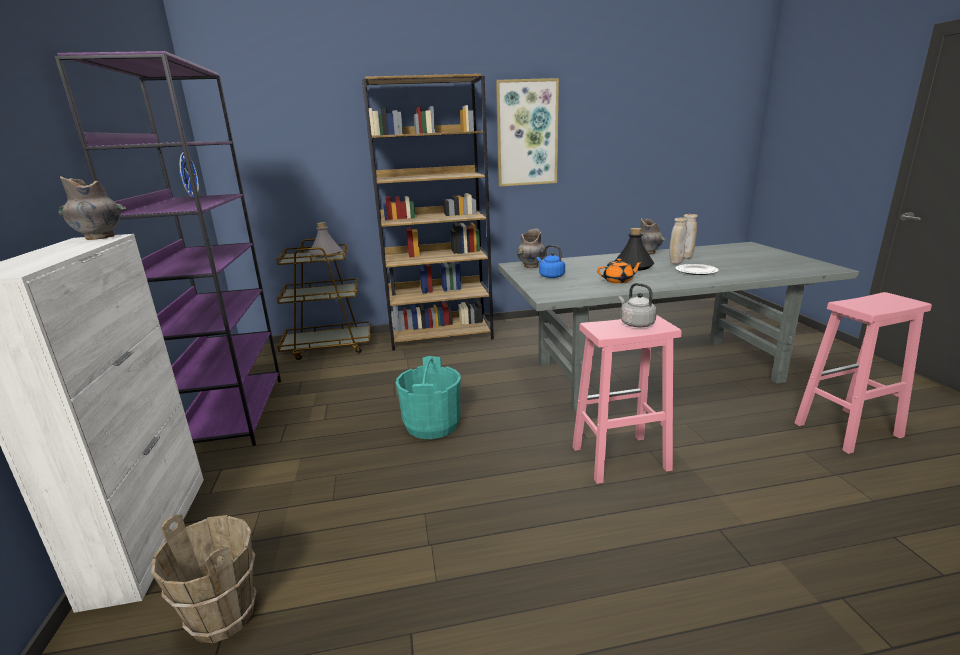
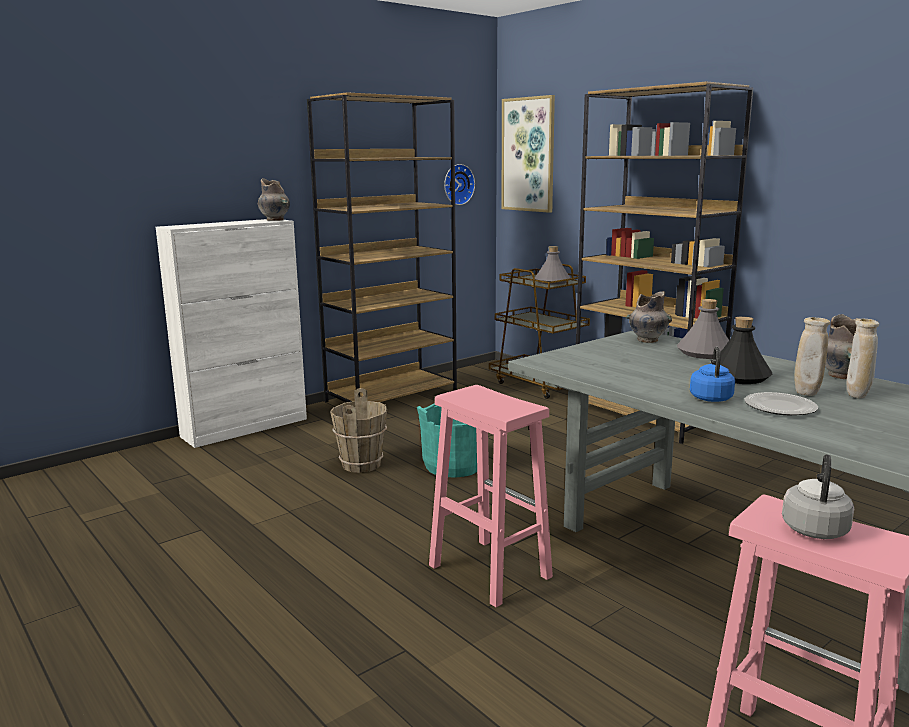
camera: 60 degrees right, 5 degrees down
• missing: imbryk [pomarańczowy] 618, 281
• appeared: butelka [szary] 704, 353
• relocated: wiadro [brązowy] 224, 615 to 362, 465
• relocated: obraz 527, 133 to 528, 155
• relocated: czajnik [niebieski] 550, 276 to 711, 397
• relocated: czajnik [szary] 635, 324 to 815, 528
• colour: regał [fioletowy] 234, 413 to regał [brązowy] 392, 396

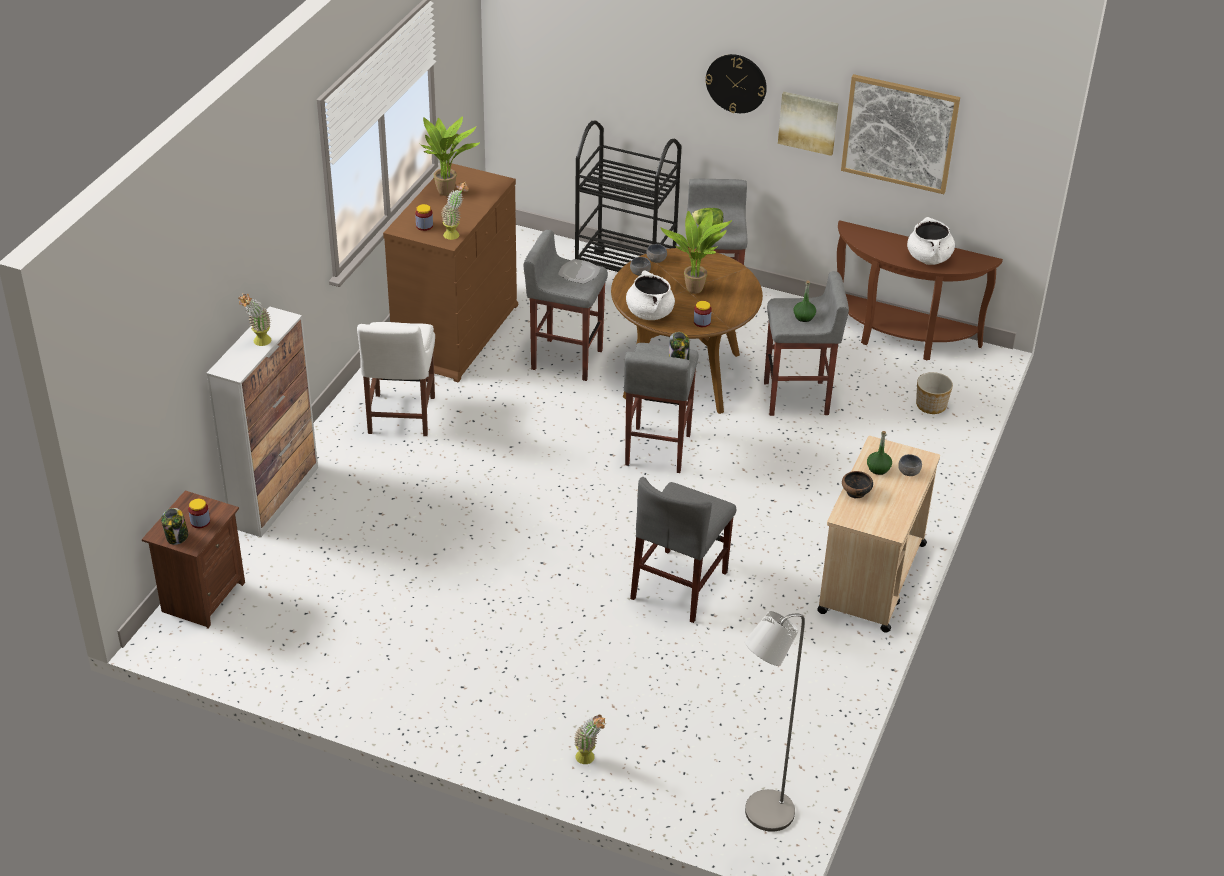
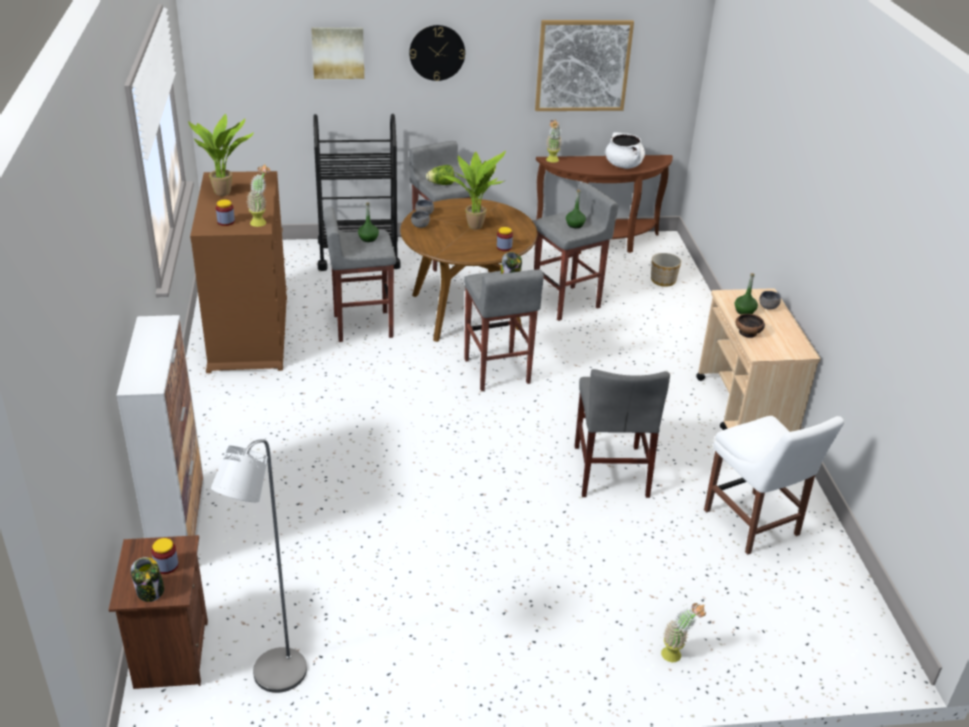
camera: 30 degrees left, 5 degrees down
• missing: garnek [biały] 649, 313
• relocated: roślina doniczkowa 259, 343 to 552, 161
• relocated: krzesło [biały] 400, 417 to 754, 525
• relocated: lampa stojąca [szary] 761, 816 to 274, 679
• relocated: obraz 808, 122 to 338, 52
• exchanged: talerz 579, 273 to butelka [zielony] 368, 238

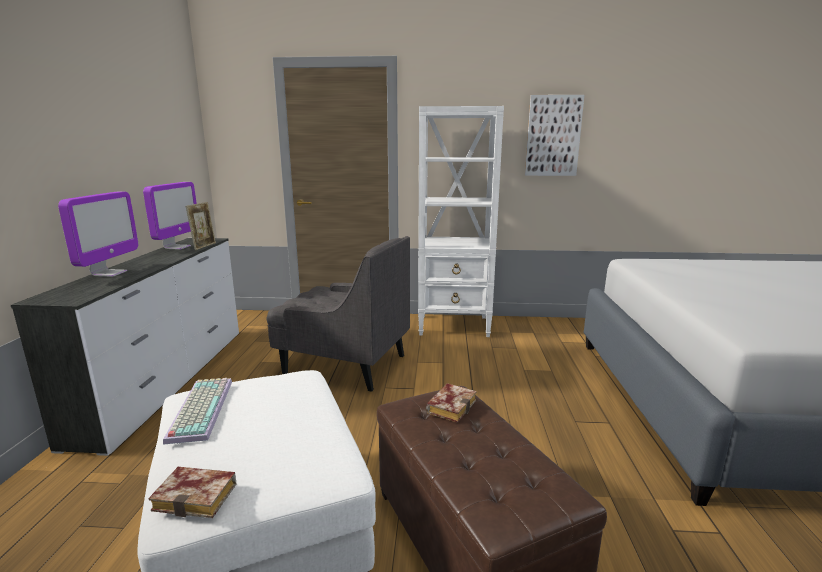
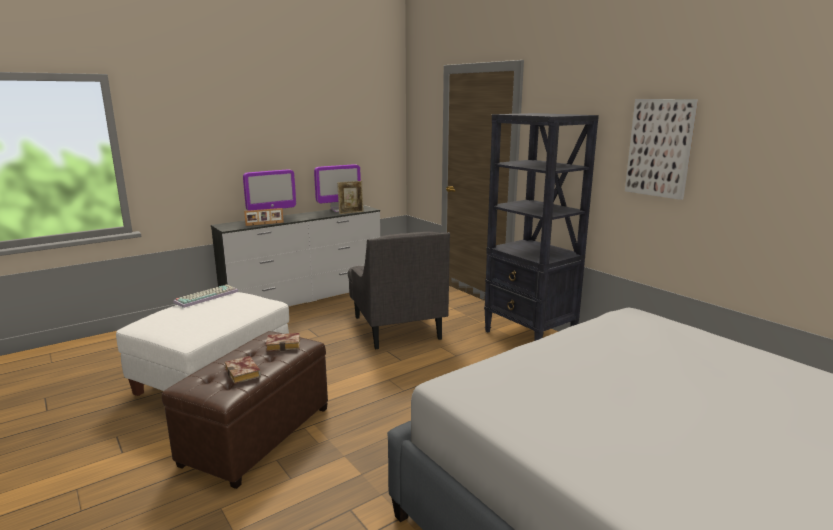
camera: 50 degrees right, 0 degrees up
• appeared: ramka na zdjęcie 264, 224
• relocated: książka 199, 496 to 244, 374
• colour: regał [biały] 454, 326 to regał [czarny] 529, 337

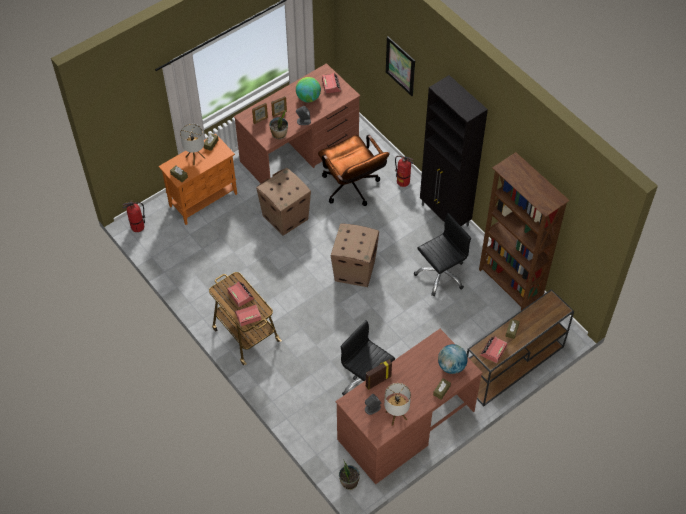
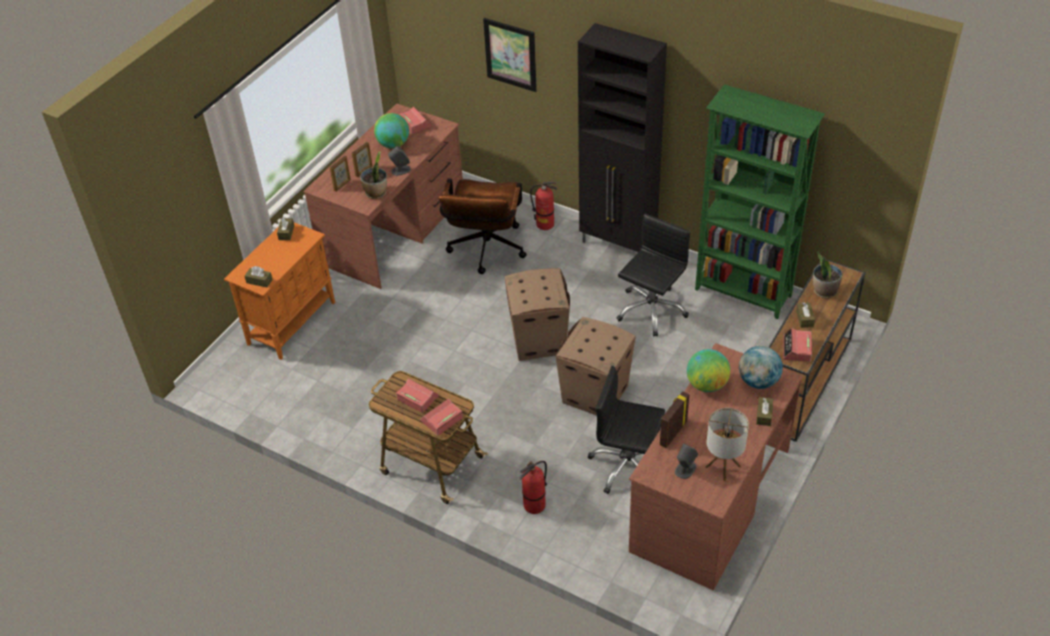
camera: 20 degrees left, 10 degrees down
• missing: lampa stołowa 195, 157
• appeared: globus 707, 384
• relocated: gaśnica 137, 227 to 534, 505
• relocated: karton 285, 218 to 594, 395
• relocated: roślina doniczkowa 349, 482 to 824, 291
• colour: regał [brązowy] 510, 285 to regał [zielony] 743, 293
• spun: krzesło biurowe [brązowy] 352, 189 = 486, 252 60 degrees clockwise

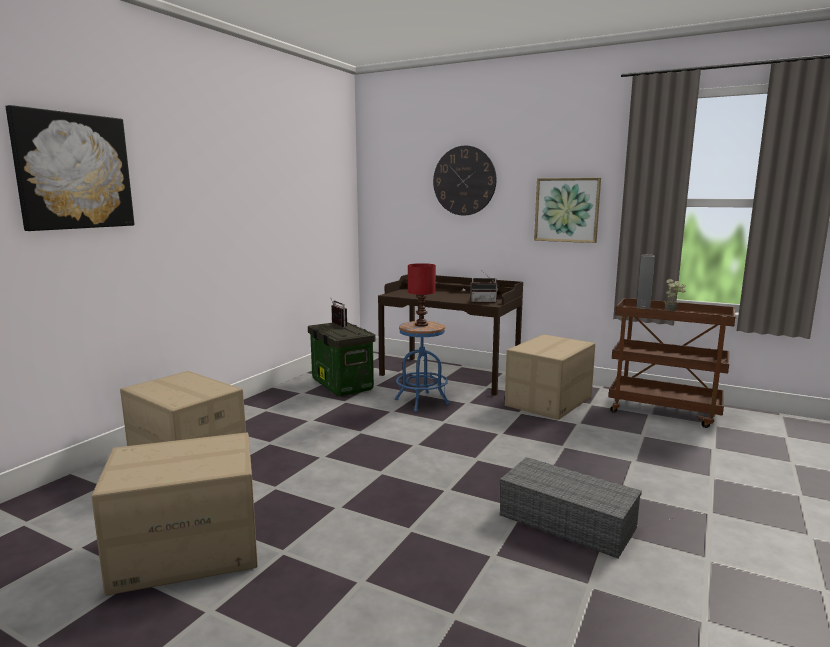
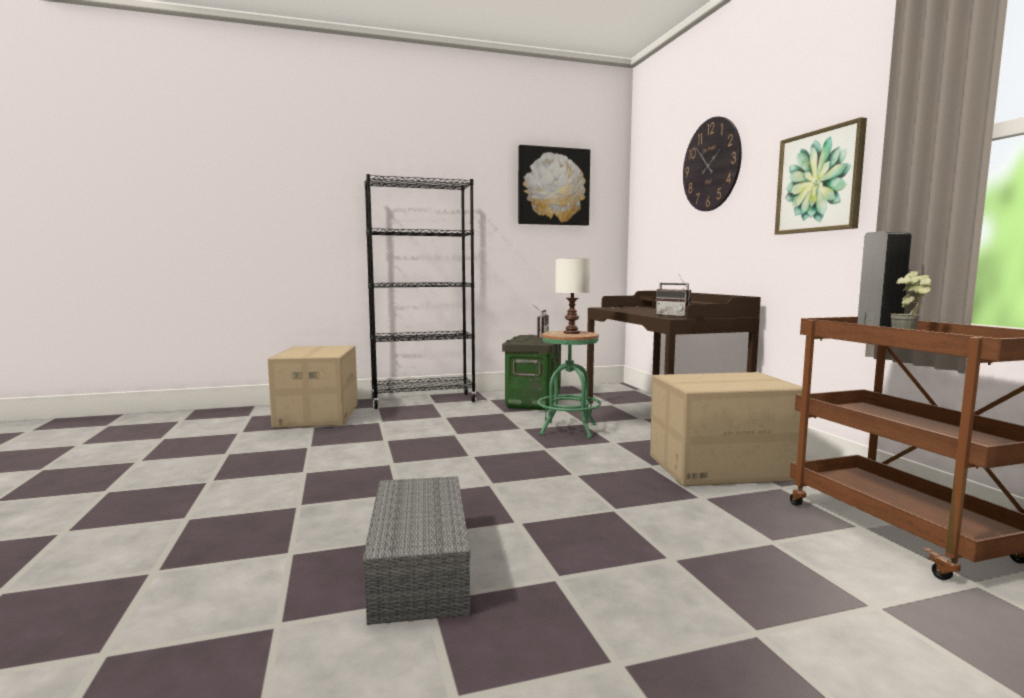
camera: 45 degrees right, 5 degrees down
• missing: karton 188, 550
• appeared: regał [czarny] 423, 401
• relocated: obraz 74, 171 to 553, 186
• colour: stołek [niebieski] 421, 402 to stołek [zielony] 568, 429
• colour: lampa stołowa [czerwony] 421, 324 to lampa stołowa [biały] 571, 333

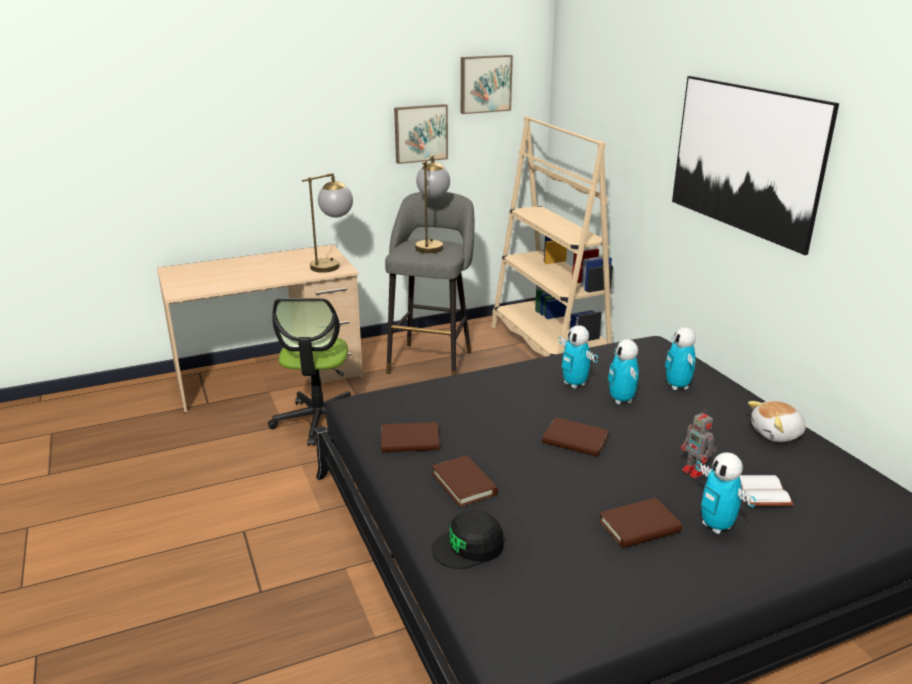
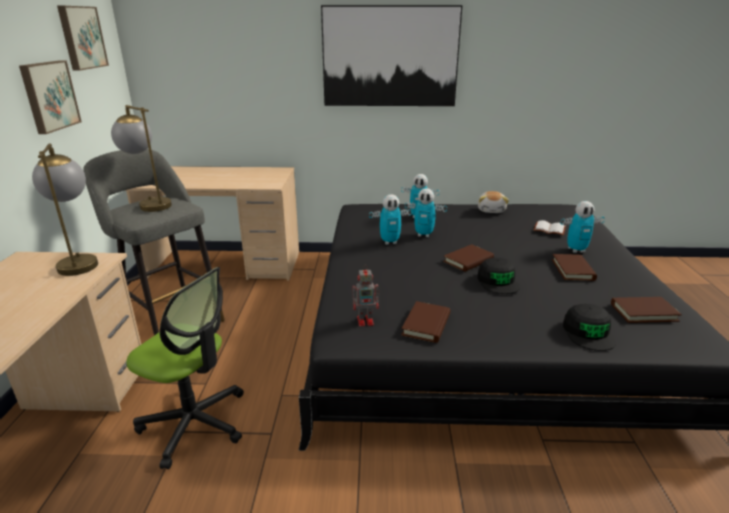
camera: 65 degrees left, 0 degrees up
• appeared: czapka z daszkiem [czarny] 498, 281
• relocated: książka [brązowy] 464, 484 to 643, 312
• relocated: robot zabawkowy 695, 471 to 366, 320
• exchanged: regał [beżowy] 548, 346 to biurko [beżowy] 226, 265

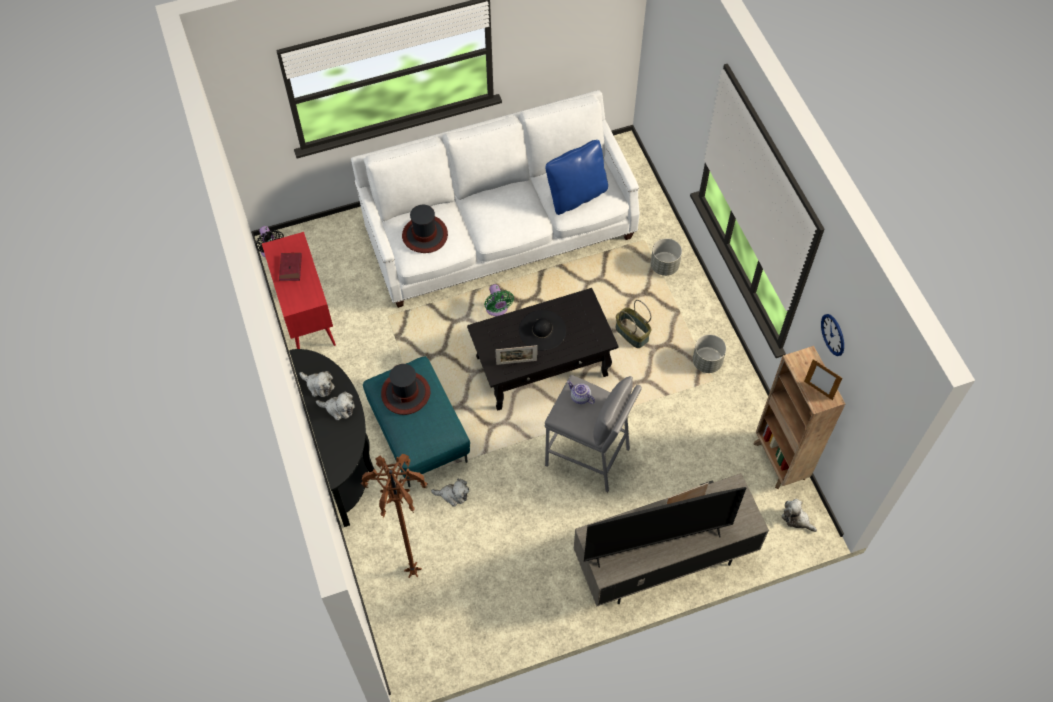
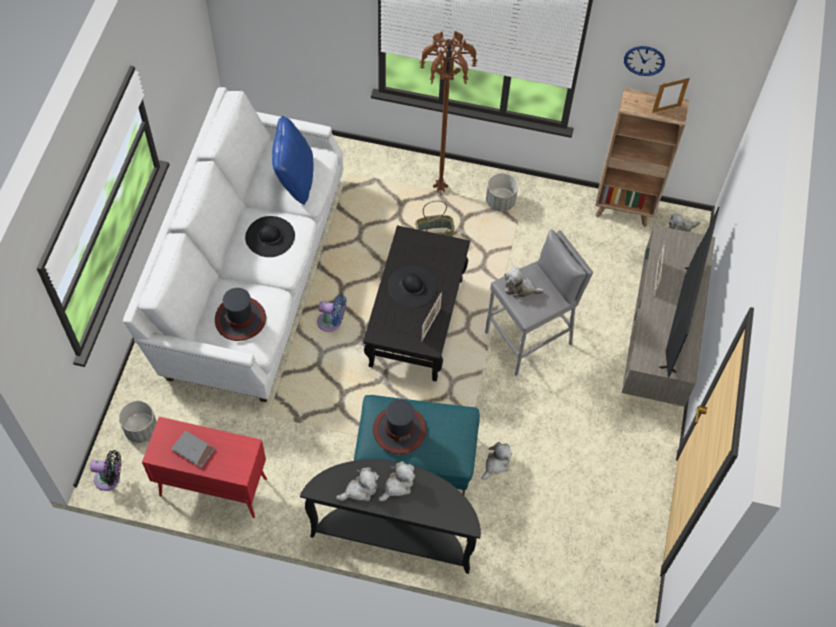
camera: 60 degrees left, 0 degrees up
• appeared: kapelusz [czarny] 270, 236
• relocated: lampa stojąca [brązowy] 414, 570 to 439, 188
• relocated: donica [szary] 664, 265 to 141, 429
• exchanged: imbryk 580, 397 to pluszak 520, 288
• colour: książka [czerwony] 290, 268 to książka [szary] 193, 450
• colour: wentylator [zielony] 497, 309 to wentylator [niebieski] 331, 323

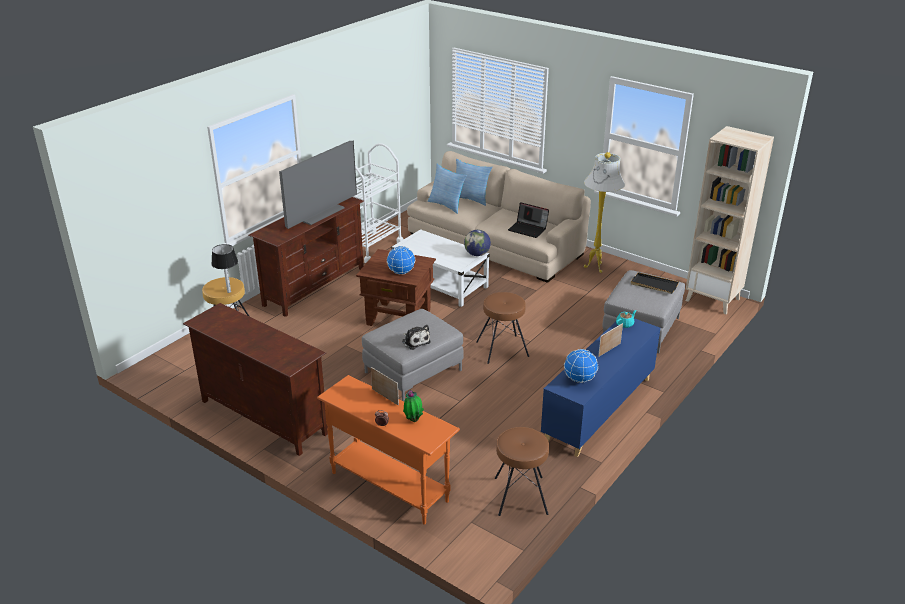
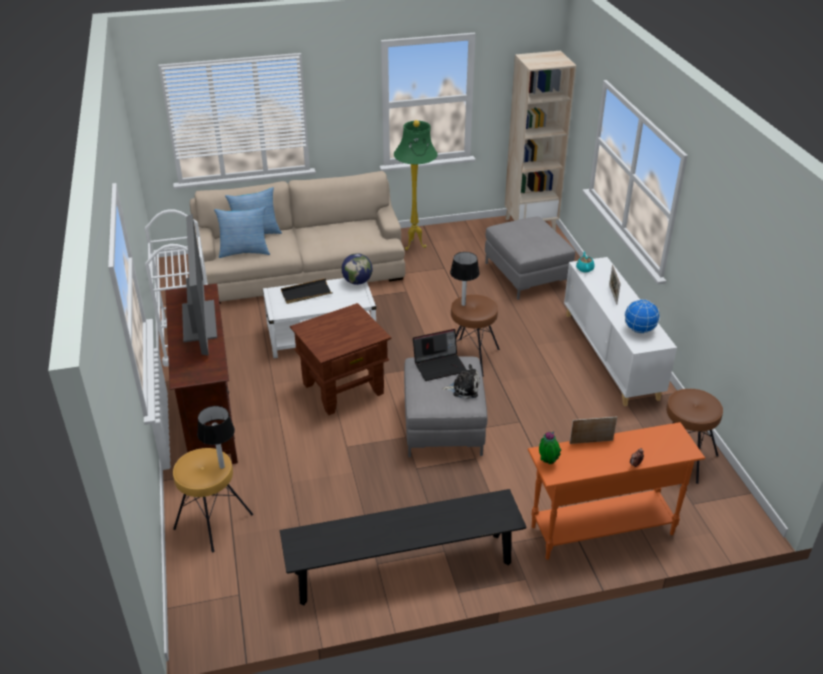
camera: 50 degrees left, 5 degrees up
• missing: globus 401, 272
• appeared: lampa stołowa 463, 304
• relocated: roślina doniczkowa 413, 419 to 547, 462
• relocated: laptop 528, 229 to 440, 365
• relocated: taca [czarny] 653, 285 to 306, 293
• exchanged: szafka pod telewizor [brązowy] 263, 417 to ławka [czarny] 403, 568
• colour: szafka [niebieski] 598, 409 to szafka [biały] 610, 355
• colour: lampa stojąca [biały] 596, 268 to lampa stojąca [zielony] 415, 246

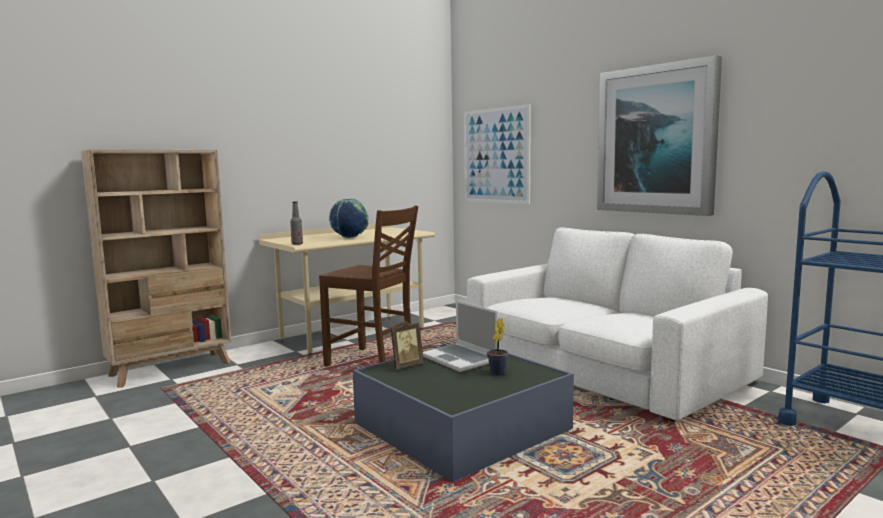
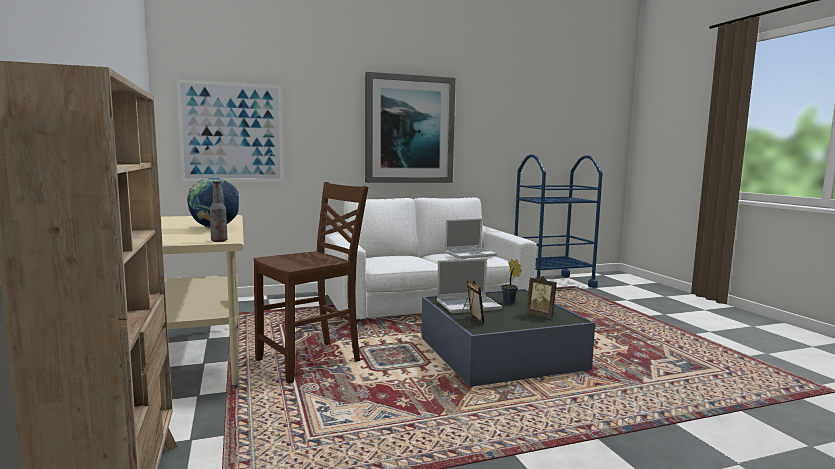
camera: 70 degrees left, 0 degrees up
• appeared: laptop 470, 254
• appeared: ramka na zdjęcie 541, 314

